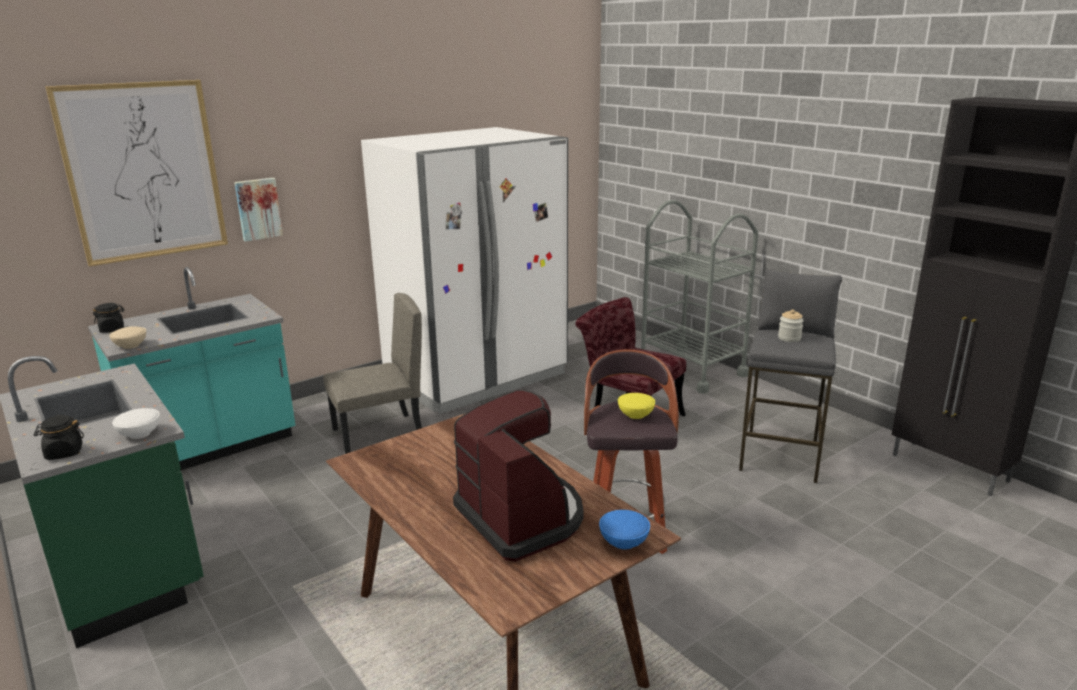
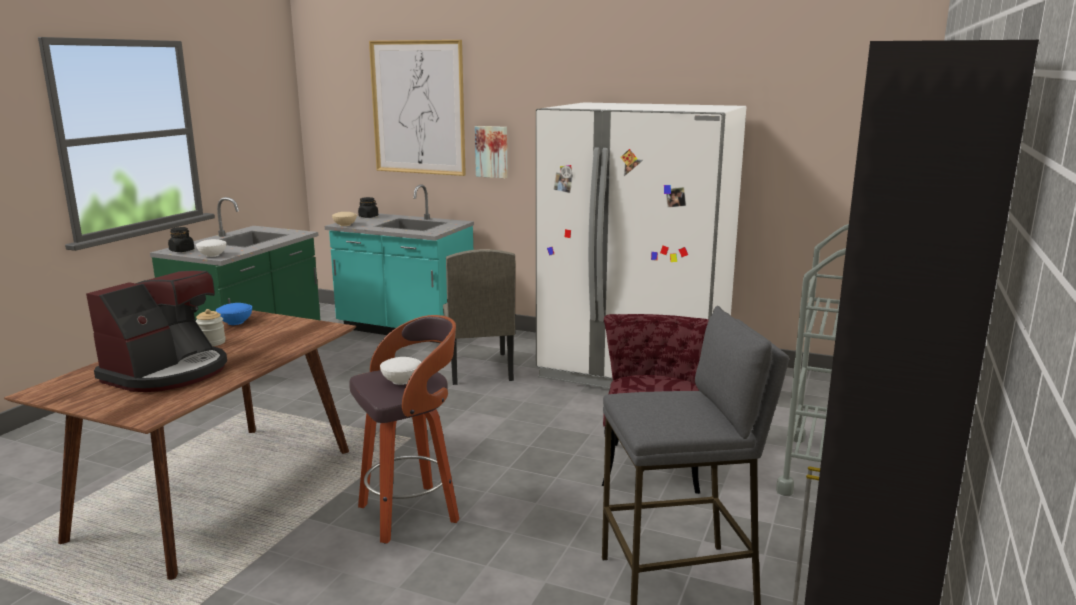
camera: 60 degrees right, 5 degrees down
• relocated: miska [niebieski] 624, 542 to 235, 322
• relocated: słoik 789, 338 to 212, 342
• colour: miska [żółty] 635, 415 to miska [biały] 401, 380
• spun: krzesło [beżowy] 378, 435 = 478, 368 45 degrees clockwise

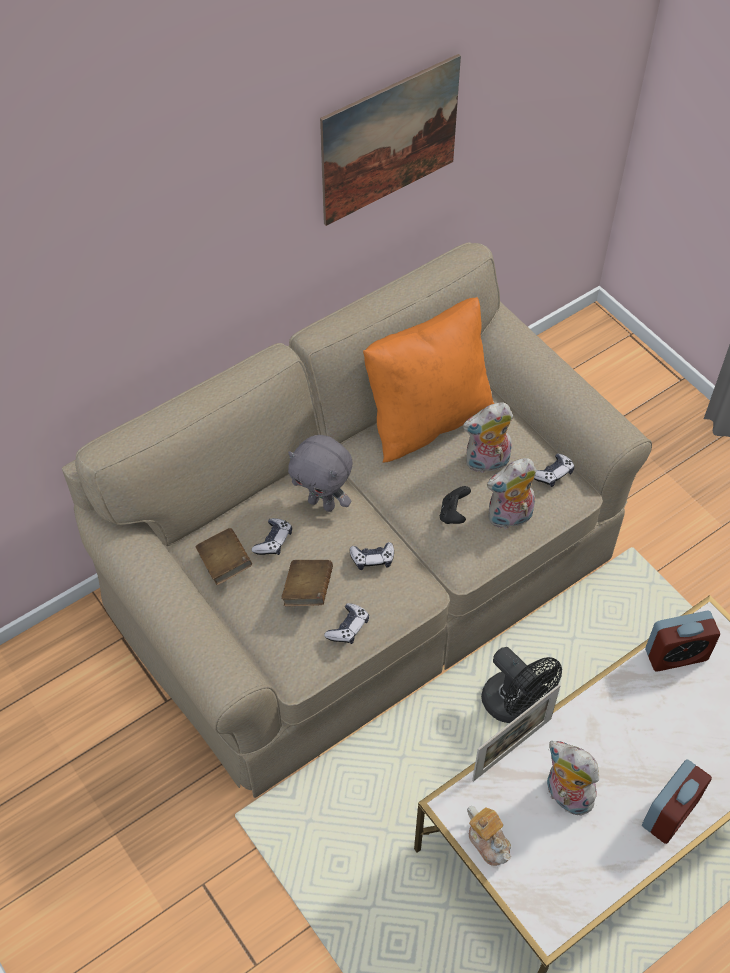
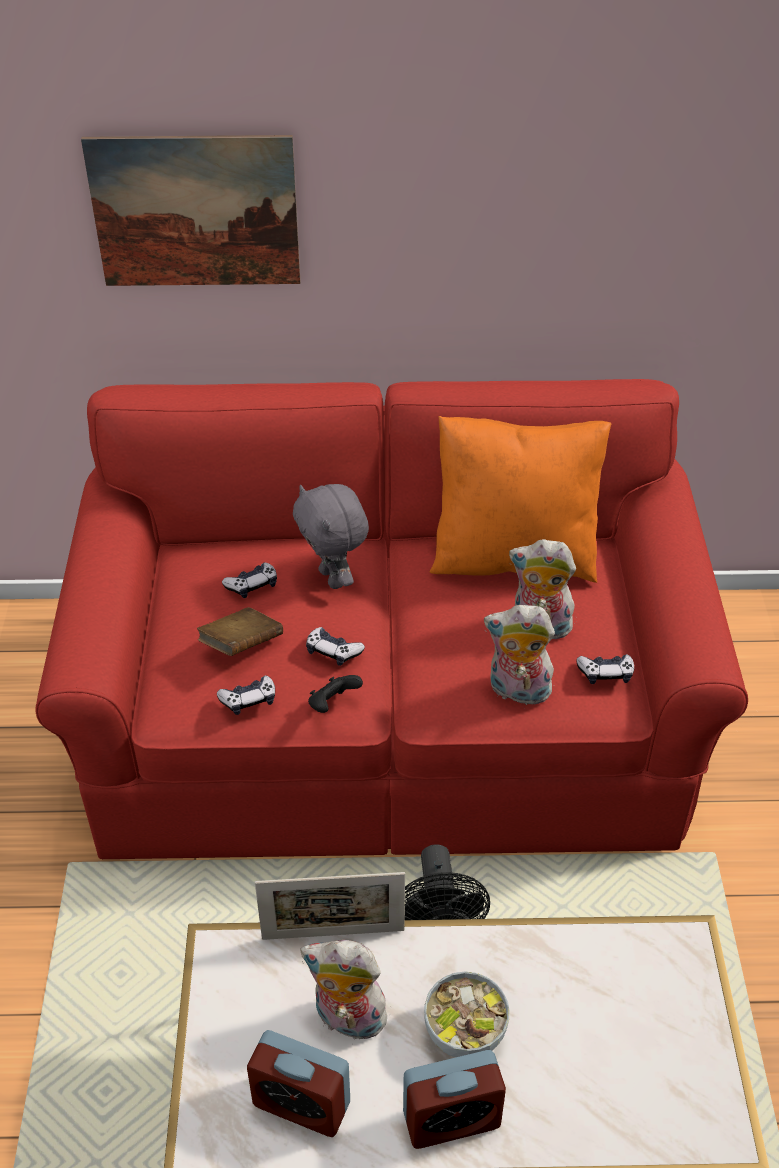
camera: 35 degrees right, 10 degrees down
• missing: książka [brązowy] 224, 564
• missing: imbryk 488, 841
• appeared: miska 465, 1033
• relocated: obraz 389, 140 to 195, 212
• relocated: pad do gier [czarny] 453, 514 to 333, 704
• relocated: budzik 676, 655 to 301, 1104
• colour: kanapa [beżowy] 365, 575 to kanapa [czerwony] 391, 719
• spun: pluszak 565, 796 = 347, 1020 60 degrees counterclockwise

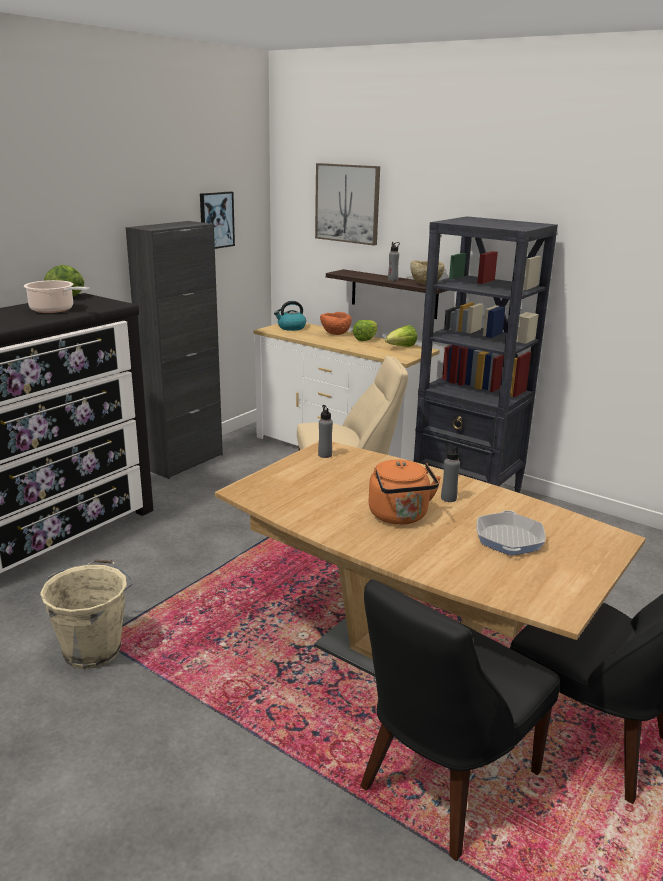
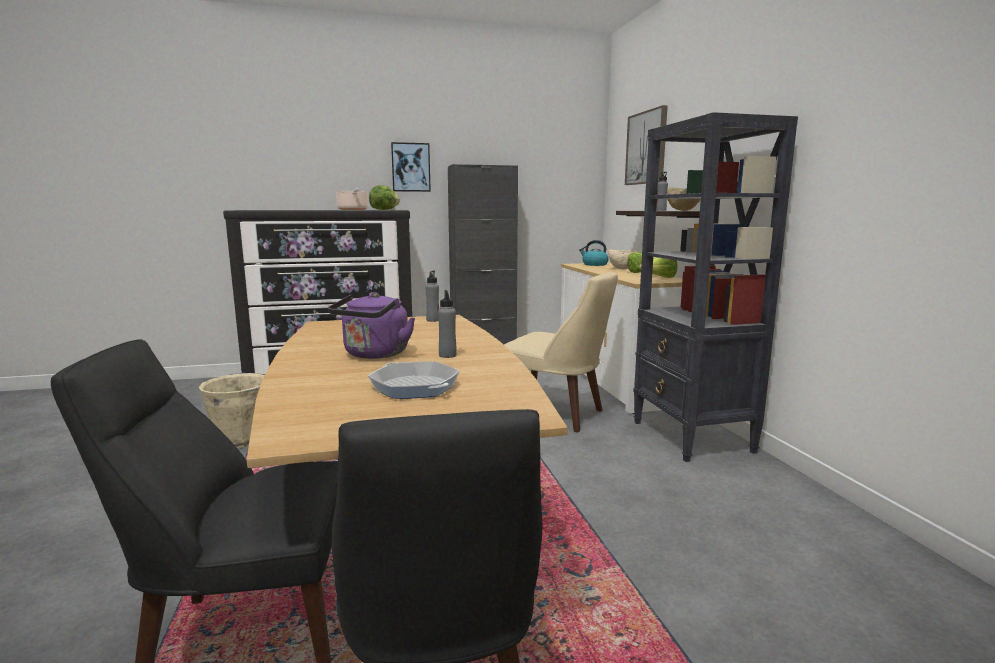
camera: 40 degrees right, 10 degrees down
• relocated: obraz 216, 220 to 410, 167
• colour: miska [pomarańczowy] 335, 334 to miska [beżowy] 622, 269
• colour: czajnik [pomarańczowy] 400, 517 to czajnik [fioletowy] 374, 355
• spun: patelnia 509, 539 = 414, 386 90 degrees clockwise

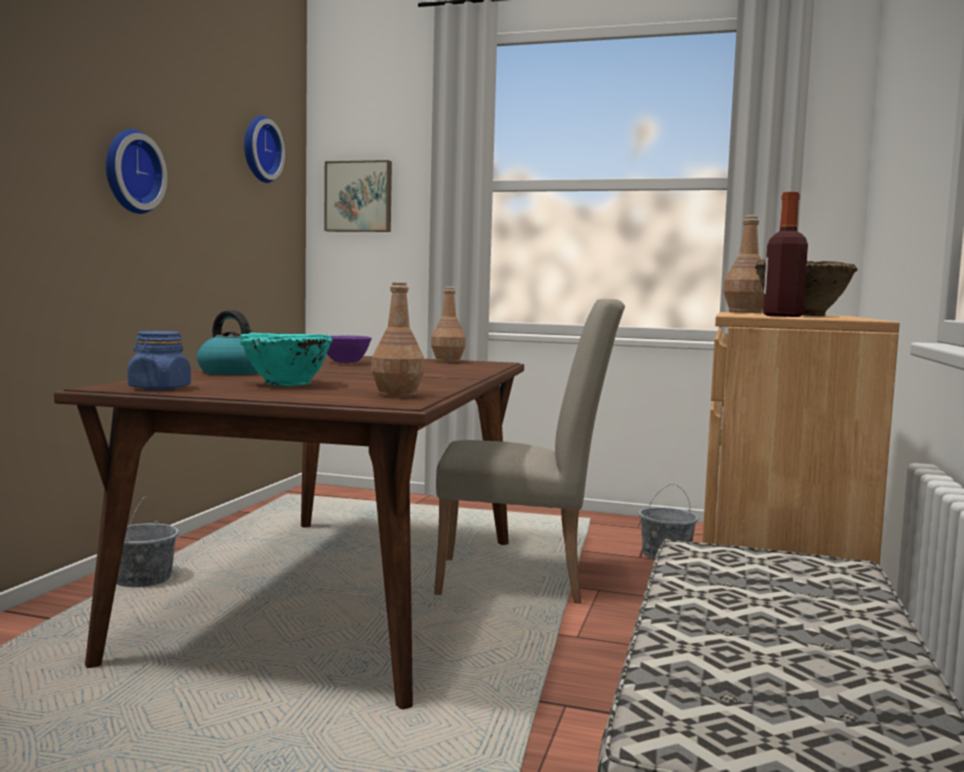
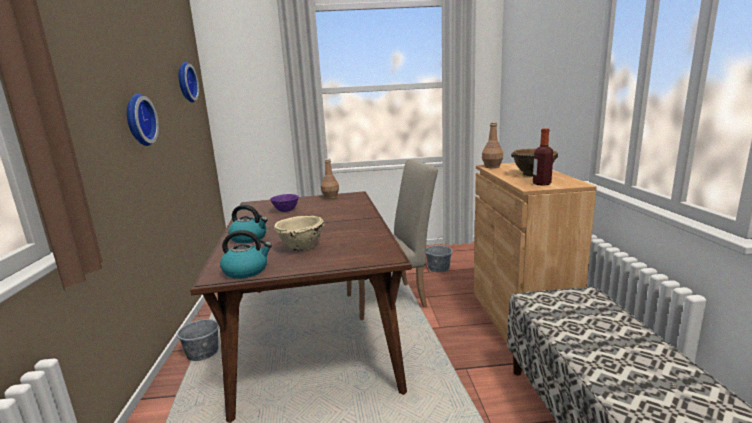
camera: 20 degrees left, 10 degrees up
• missing: obraz 359, 197
• missing: butelka [brązowy] 397, 395
• exchanged: słoik [niebieski] 159, 388 to czajnik 246, 270
• colour: miska [turkusowy] 285, 384 to miska [beżowy] 301, 247

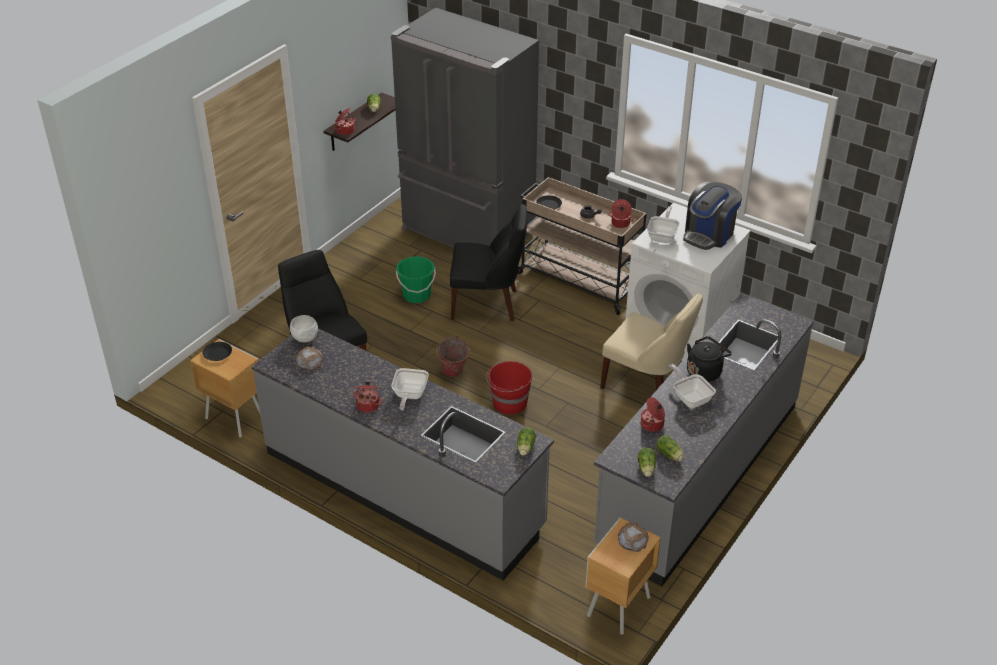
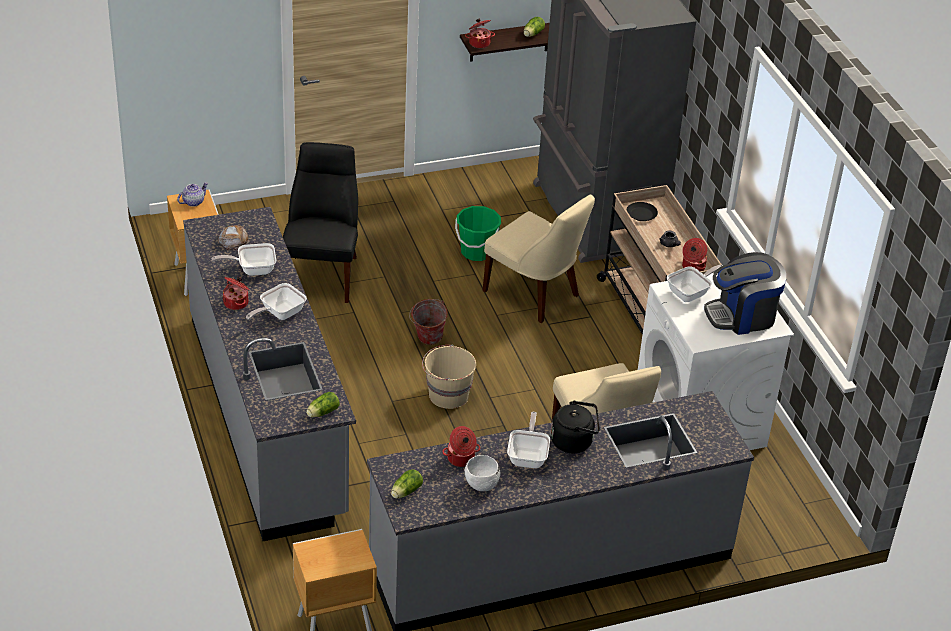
camera: 35 degrees right, 0 degrees up
• missing: chleb 632, 539
• missing: sałata 670, 455
• appeared: patelnia 252, 269
• relocated: miska [biały] 305, 338 to 481, 485
• exchanged: talerz [czarny] 217, 354 to imbryk 193, 202
• colour: krzesło [czarny] 488, 304 to krzesło [beżowy] 534, 295
• colour: wiadro [czerwony] 509, 403 to wiadro [beżowy] 447, 395

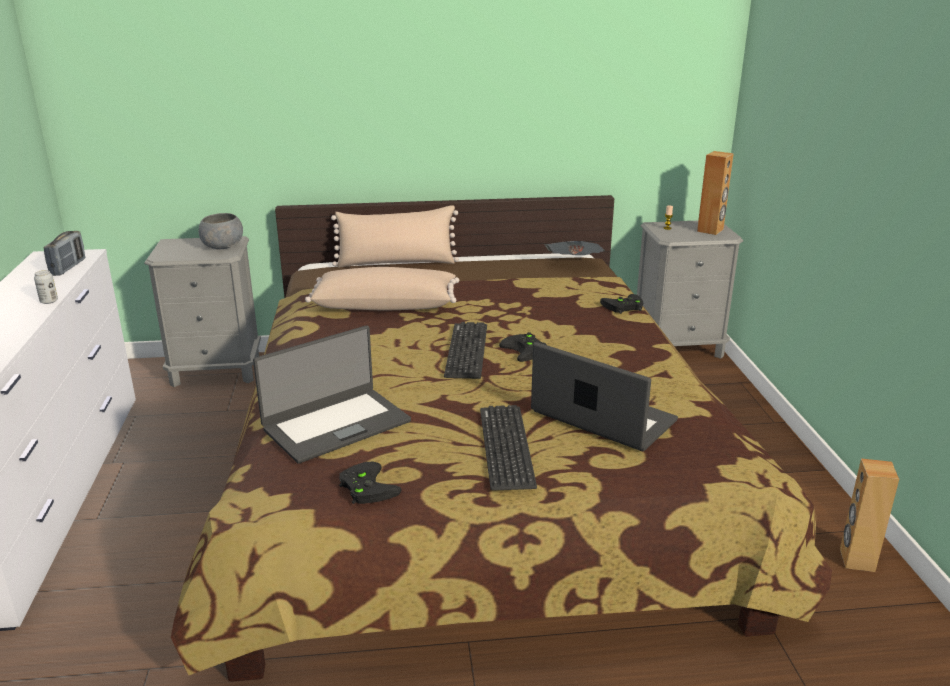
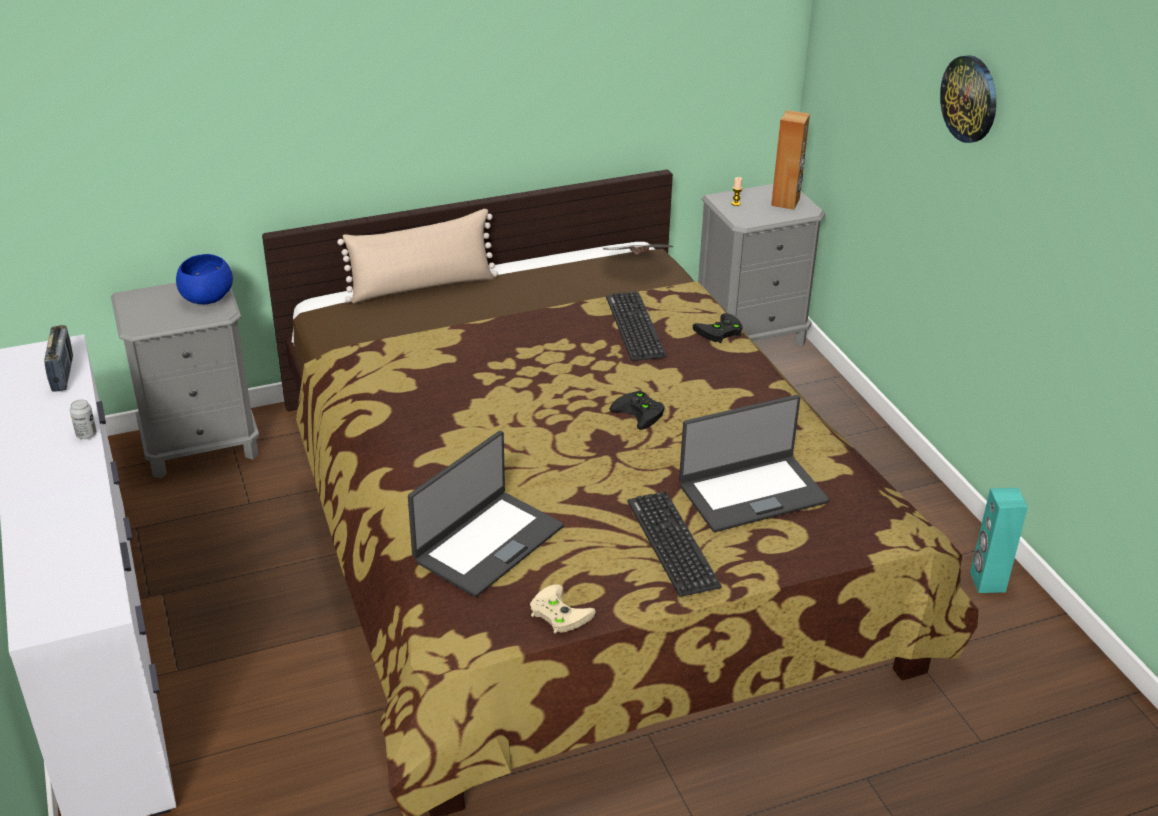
camera: 15 degrees left, 10 degrees up
• missing: poduszka [beżowy] 385, 305
• appeared: zegar ścienny 970, 99
• relocated: klawiatura 466, 351 to 635, 327
• colour: miska [szary] 222, 246 to miska [niebieski] 206, 298
• colour: pad do gier [czarny] 365, 487 to pad do gier [beżowy] 557, 613
• colour: głośnik [brązowy] 856, 560 to głośnik [turkusowy] 987, 582
• spun: laptop 602, 418 = 751, 492 135 degrees clockwise

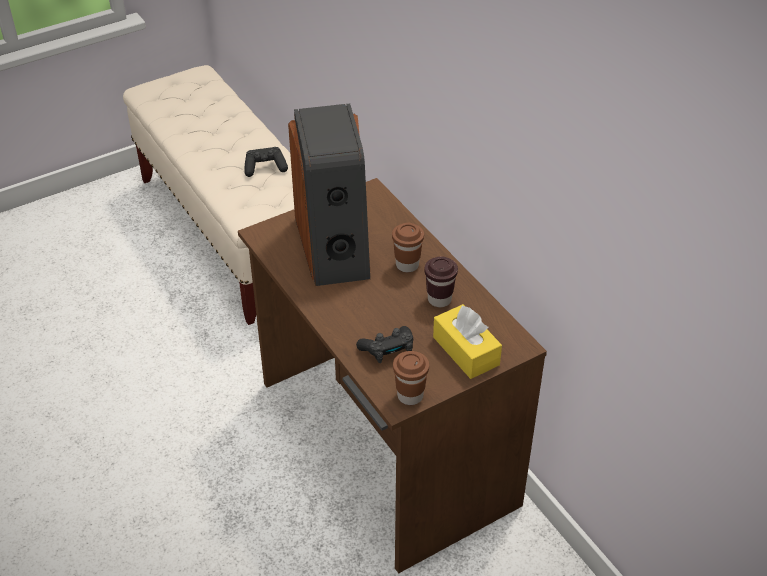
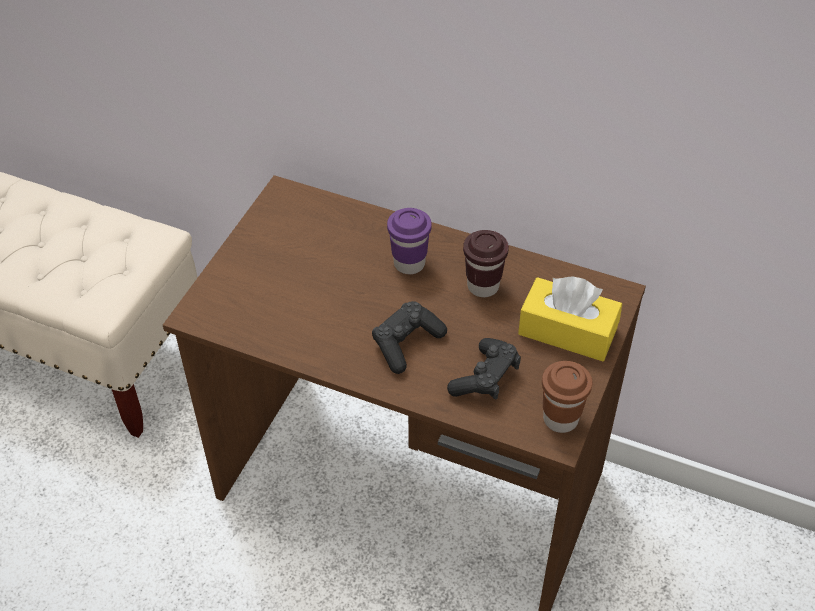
camera: 35 degrees left, 5 degrees up
• missing: głośnik 334, 246
• relocated: pad do gier [czarny] 265, 168 to 406, 344
• colour: filiżanka [brązowy] 407, 265 to filiżanka [fioletowy] 409, 264

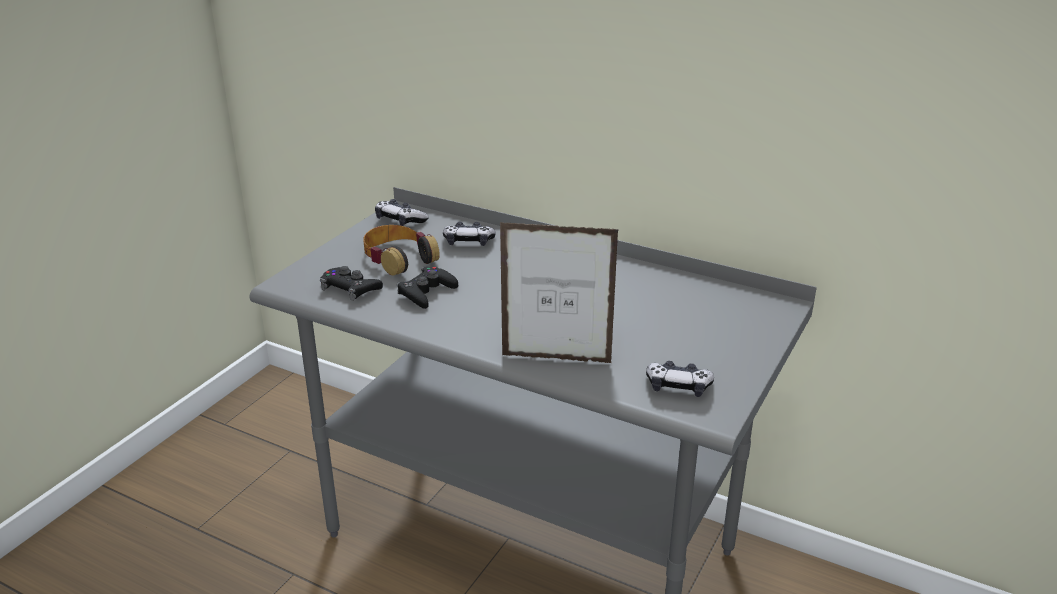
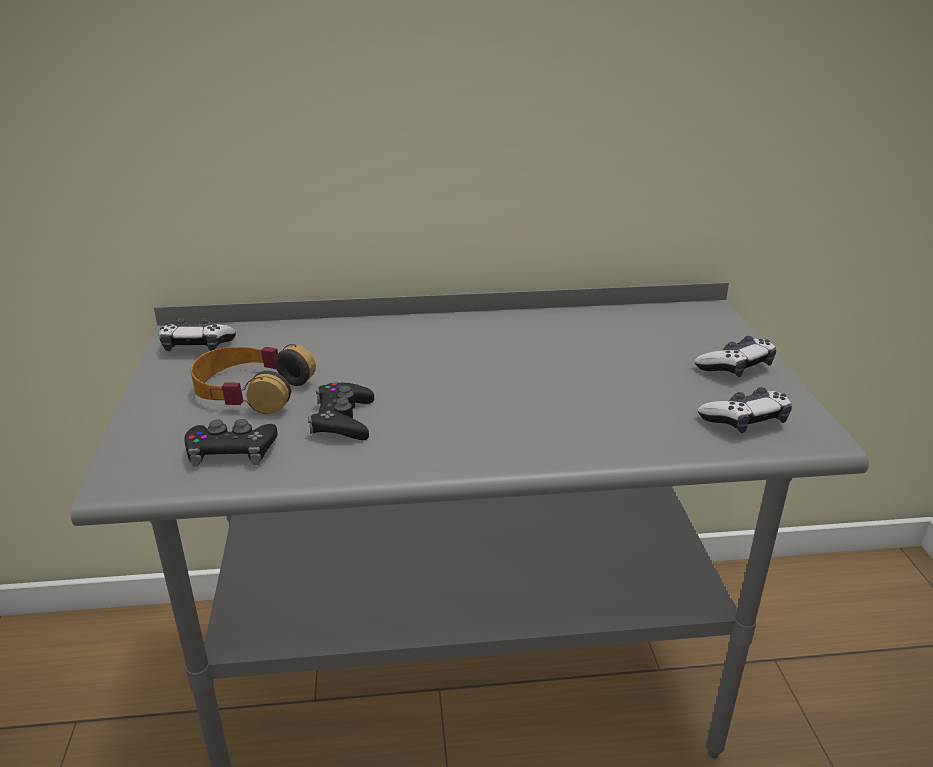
camera: 35 degrees left, 0 degrees up
• missing: ramka na zdjęcie 556, 359
• relocated: pad do gier 468, 242 to 735, 367

